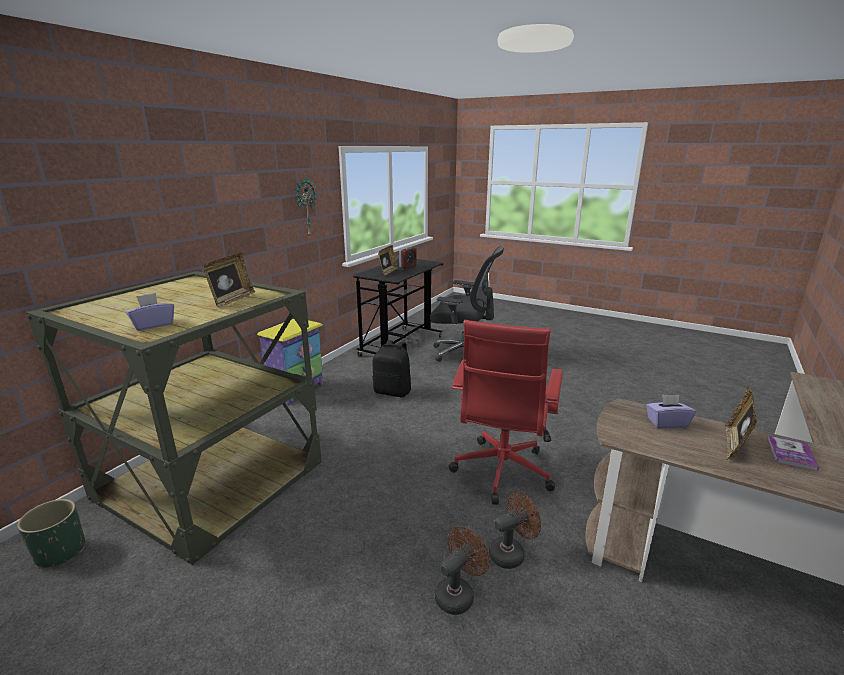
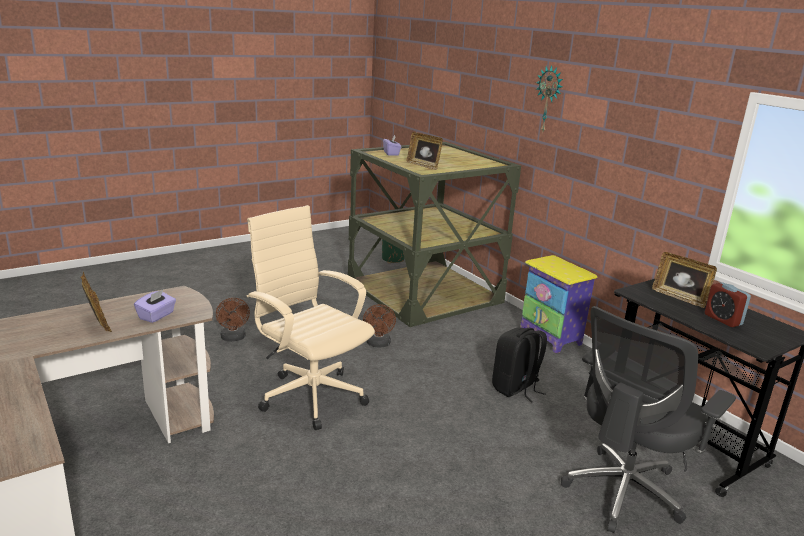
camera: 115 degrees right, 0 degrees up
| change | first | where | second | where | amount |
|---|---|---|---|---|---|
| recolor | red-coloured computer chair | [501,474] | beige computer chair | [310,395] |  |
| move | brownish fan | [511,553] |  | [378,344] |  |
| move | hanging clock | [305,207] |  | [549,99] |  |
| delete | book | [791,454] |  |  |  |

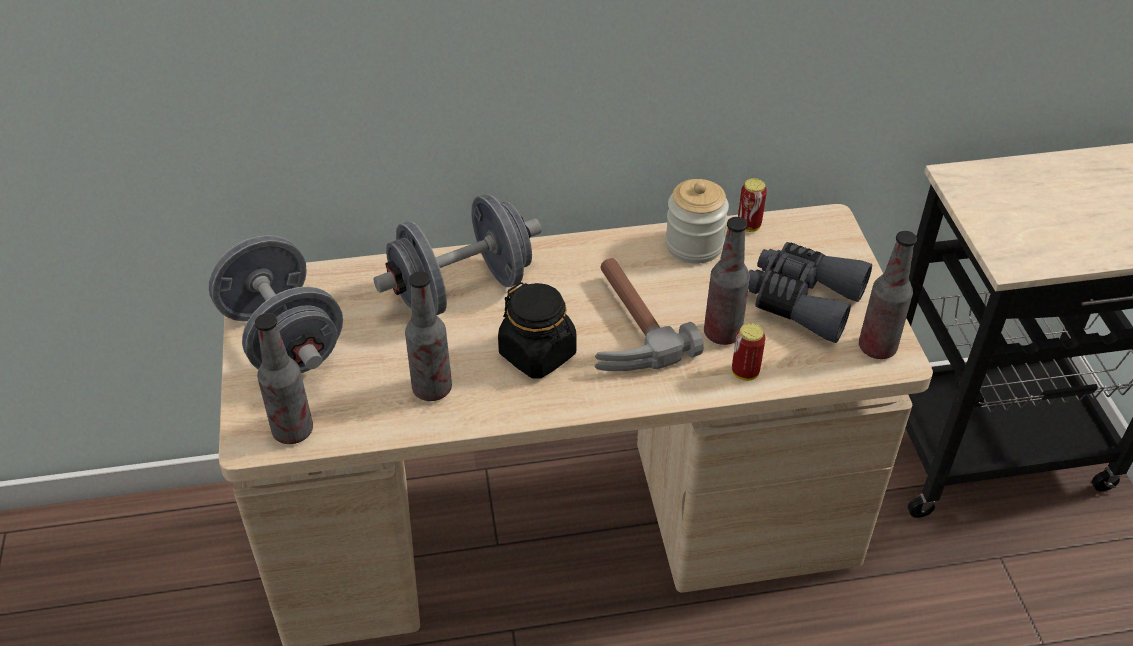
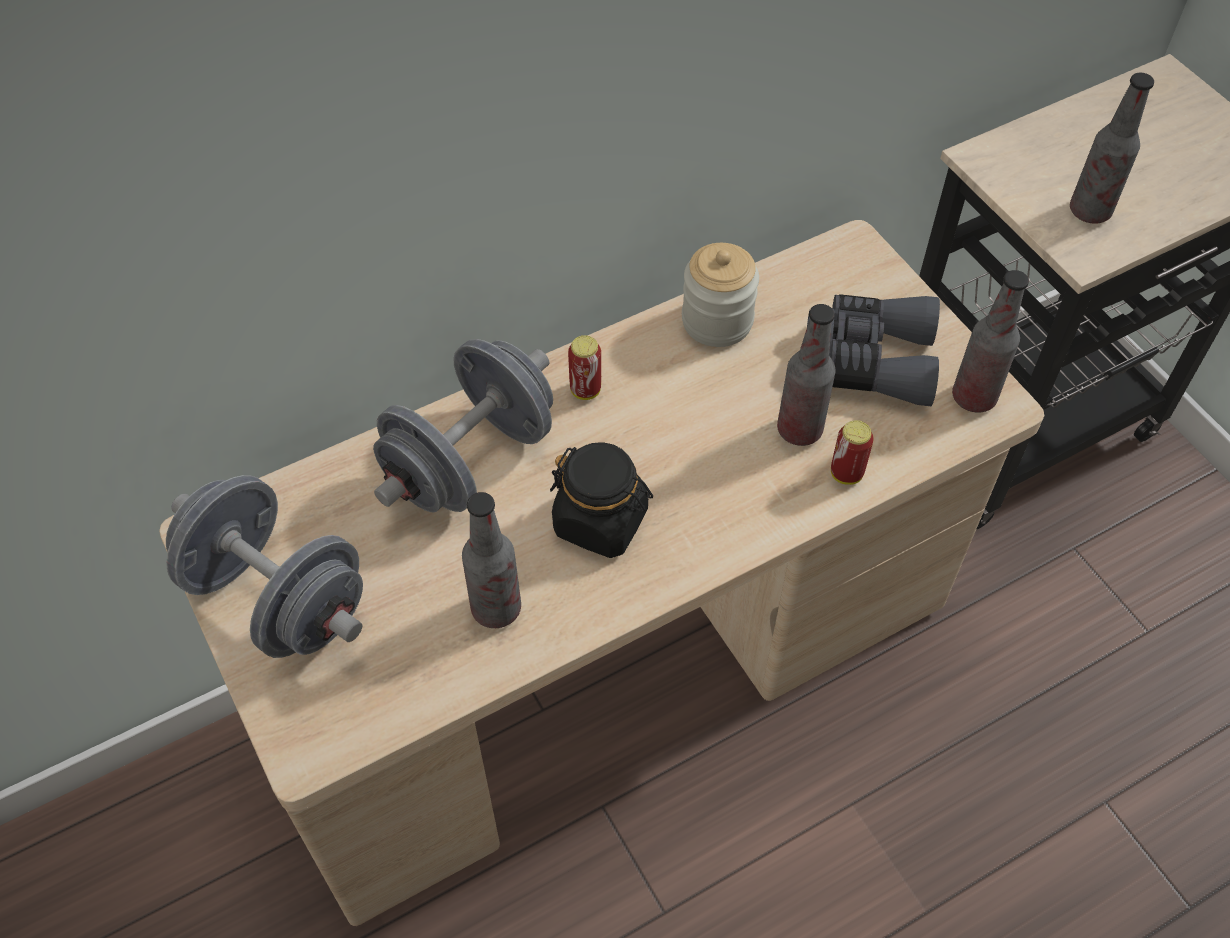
camera: 20 degrees left, 10 degrees up
| change | first | where | second | where | amount |
|---|---|---|---|---|---|
| move | sealed can | [749,226] |  | [585,390] |  |
| move | beverage bottle | [293,431] |  | [1089,211] |  |
| delete | hammer | [622,327] |  |  |  |

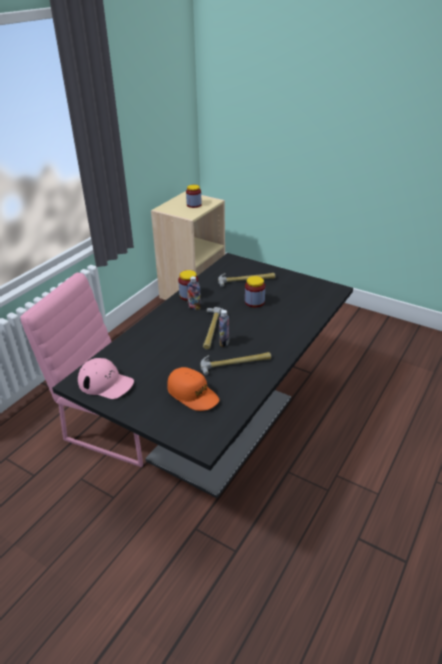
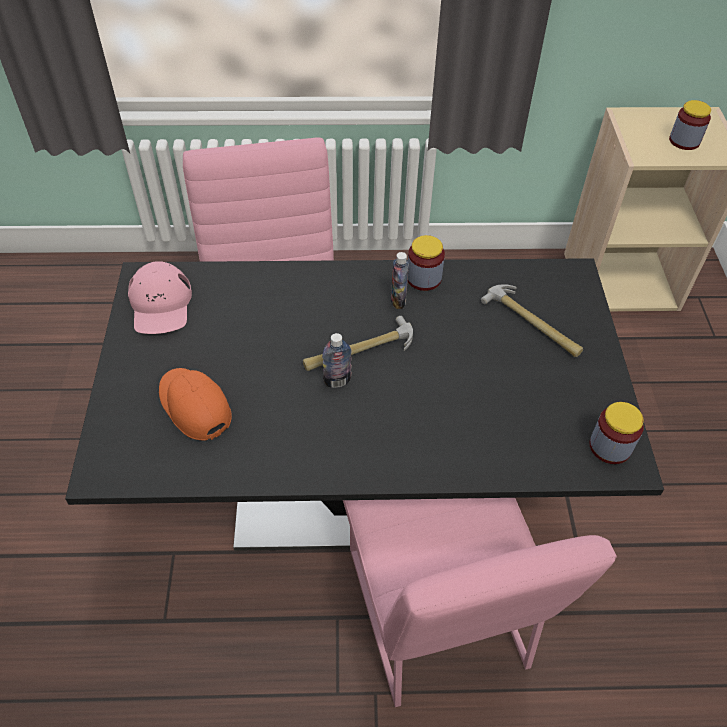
camera: 55 degrees right, 15 degrees up
| change | first | where | second | where | amount |
|---|---|---|---|---|---|
| rotate | orangey cap | [193,394] |  | [194,406] | 135 degrees clockwise |
| insert |  |  | pink-coloured chair | [436,612] |  |
| move | preserve jar | [254,302] |  | [610,446] |  |
| delete | hammer | [235,363] |  |  |  |

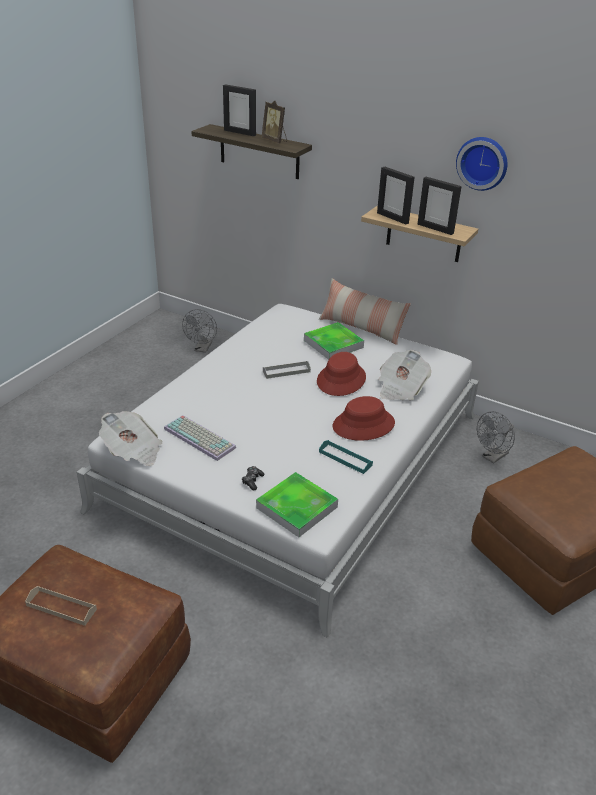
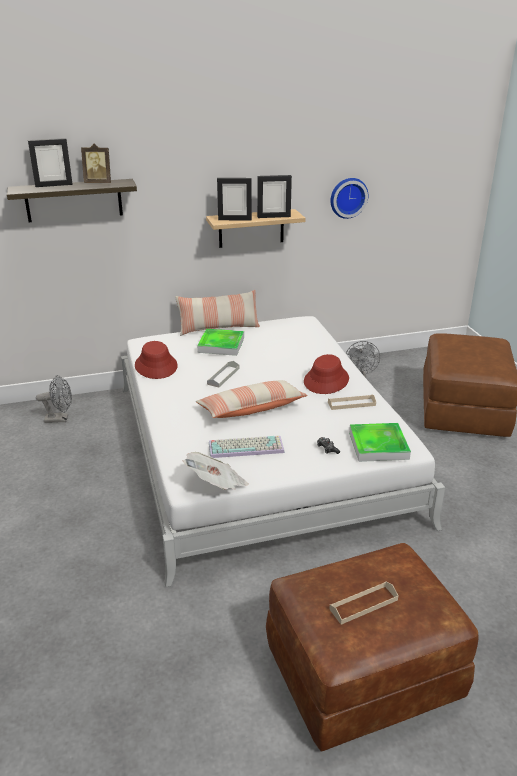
camera: 45 degrees left, 5 degrees down
| change | first | where | second | where | amount |
|---|---|---|---|---|---|
| rotate | greyish fan | [202,349] |  | [60,419] | 60 degrees counterclockwise |
| move | red-coloured wearable hat | [341,380] |  | [156,366] |  |
| insert |  |  | cushion | [251,408] |  |
| recolor | turquoise serving tray | [345,458] | beige serving tray | [351,404] |  |
| move | hanging clock | [483,162] |  | [348,197] |  |
| delete | newspaper | [400,388] |  |  |  |

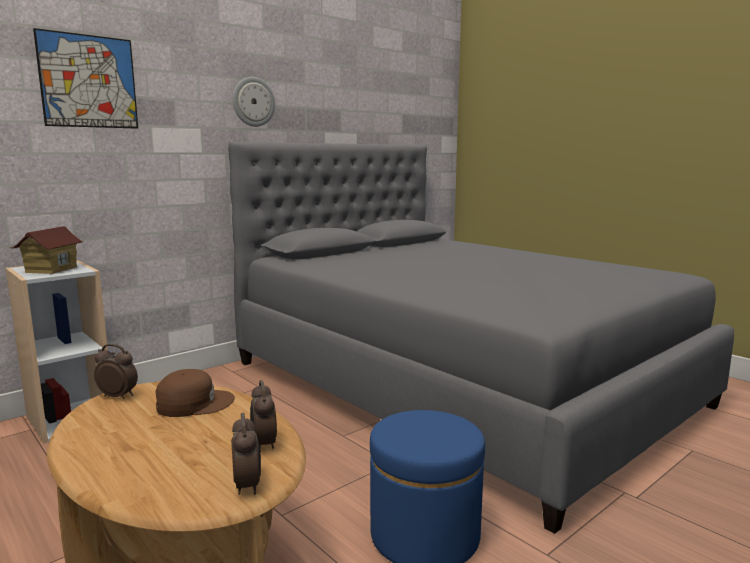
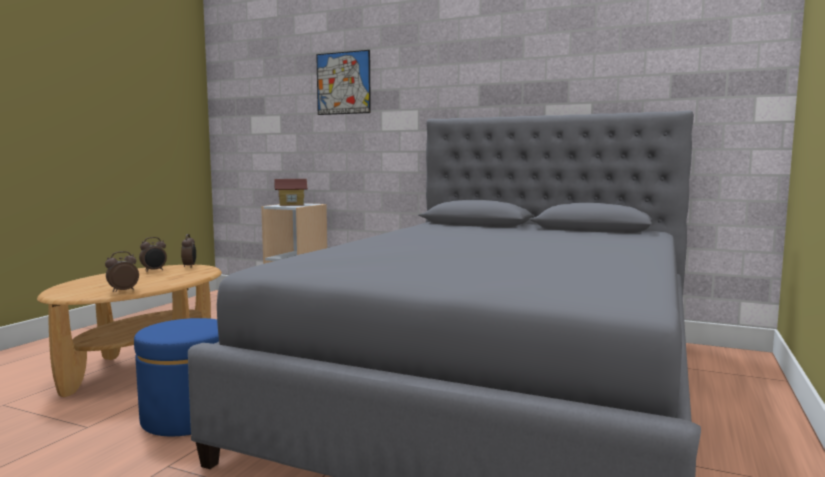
camera: 65 degrees right, 5 degrees down
| change | first | where | second | where | amount |
|---|---|---|---|---|---|
| move | alarm clock | [248,485] |  | [154,270] |  |
| delete | brownish cap | [194,403] |  |  |  |
| delete | hanging clock | [253,102] |  |  |  |

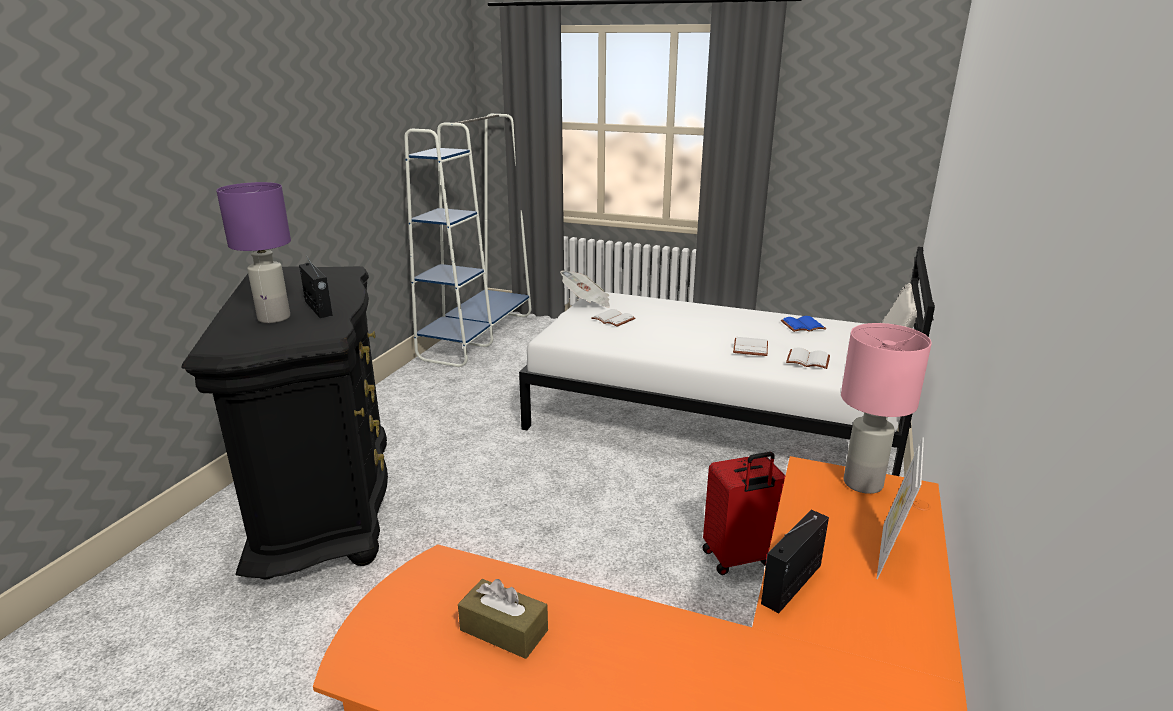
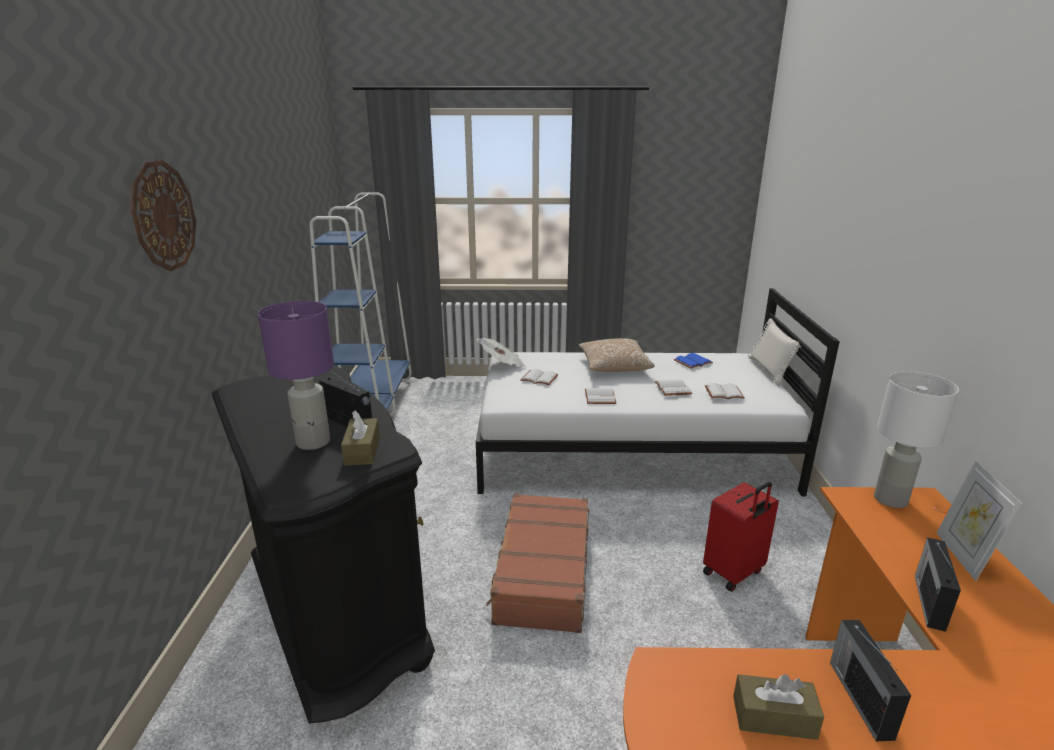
camera: 20 degrees left, 0 degrees up
| change | first | where | second | where | amount |
|---|---|---|---|---|---|
| insert |  |  | hanging clock | [163,216] |  |
| insert |  |  | brownish box of tissues | [362,451] |  |
| insert |  |  | brownish suitcase | [542,572] |  |
| insert |  |  | cushion | [614,367] |  |
| insert |  |  | white book | [599,397] |  |
| insert |  |  | radio set | [859,697] |  |
| recolor | pink-coloured lamp for a table | [861,483] | white lamp for a table | [889,499] |  |

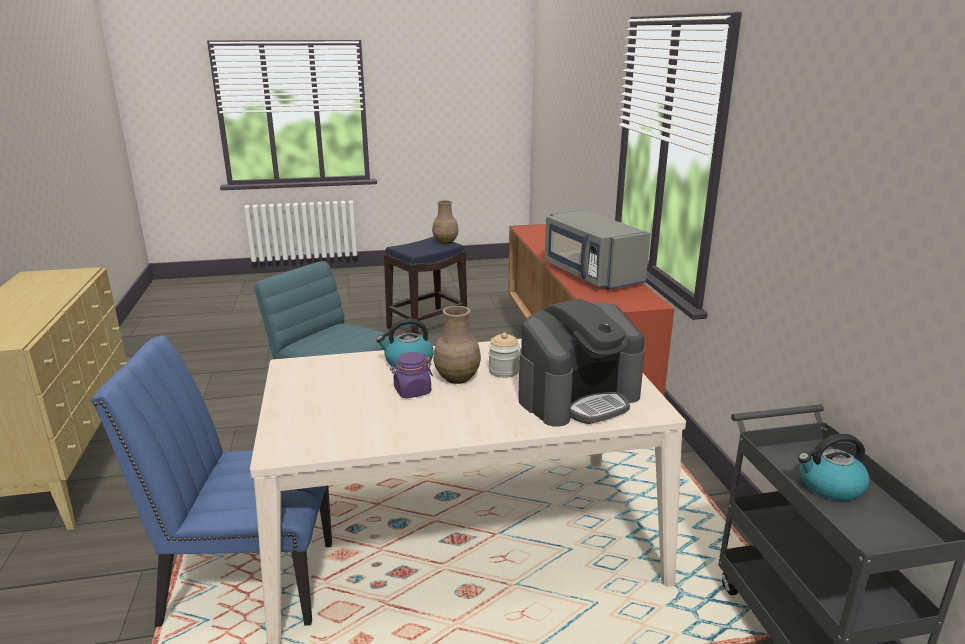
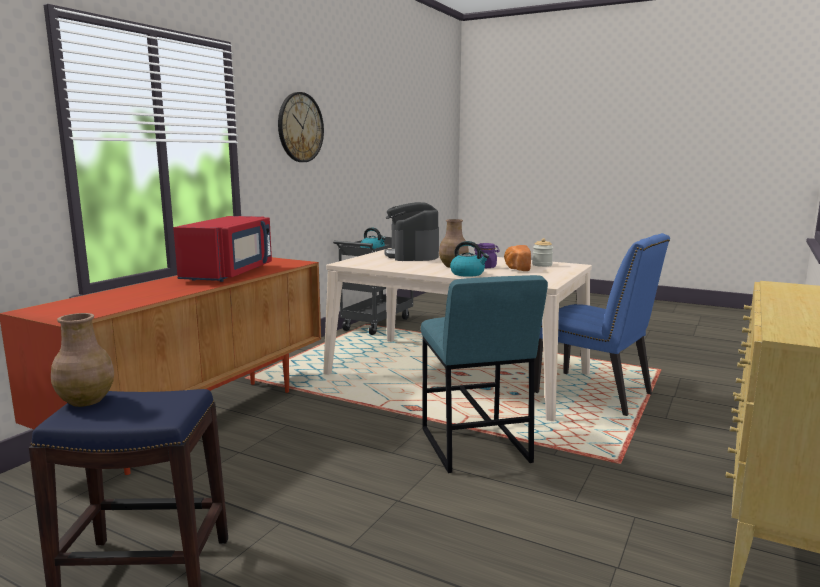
camera: 140 degrees left, 10 degrees down
| change | first | where | second | where | amount |
|---|---|---|---|---|---|
| recolor | greyish microwave oven | [590,274] | red-coloured microwave oven | [230,273] |  |
| insert |  |  | hanging clock | [300,127] |  |
| rotate | coffee maker | [578,397] |  | [412,255] | 105 degrees counterclockwise |
| insert |  |  | bread | [516,268] |  |
| move | preserve jar | [503,371] |  | [542,265] |  |

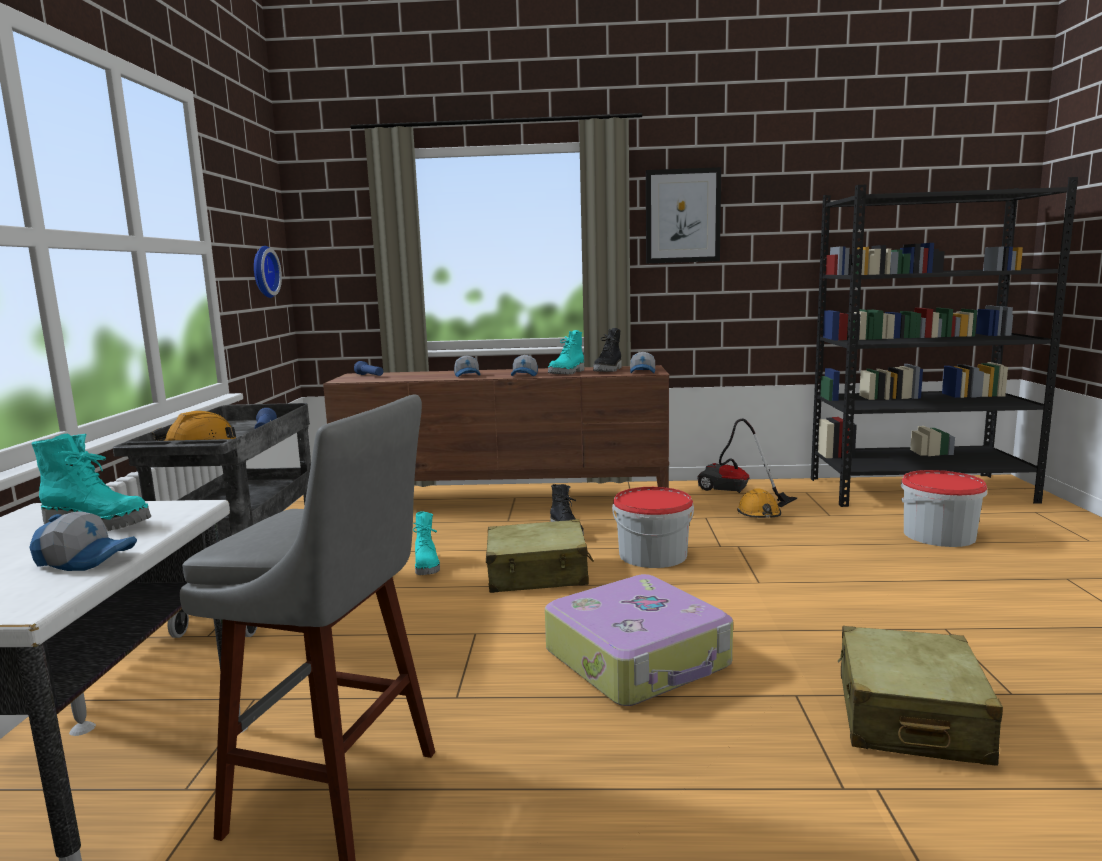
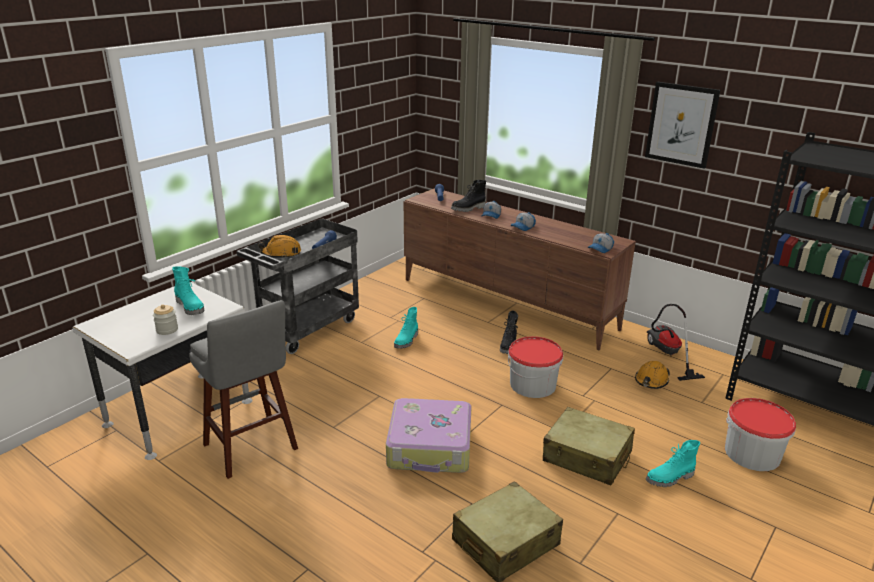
camera: 35 degrees right, 15 degrees up
| change | first | where | second | where | amount |
|---|---|---|---|---|---|
| replace | cap | [87,560] | preserve jar | [167,330] |  |
| move | black high-top boot | [609,370] |  | [468,209] |  |
| move | beige suitcase | [538,574] |  | [587,457] |  |
| move | turquoise high-top boot | [567,373] |  | [670,478] |  |
| delete | hanging clock | [263,272] |  |  |  |

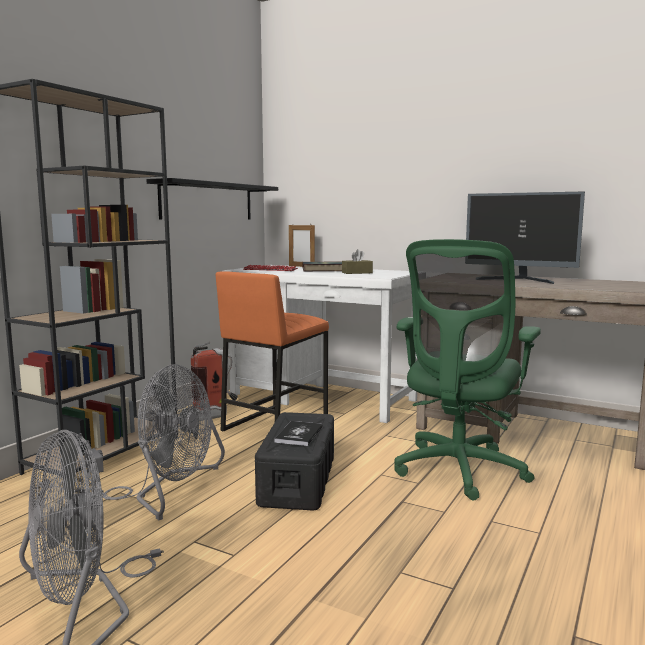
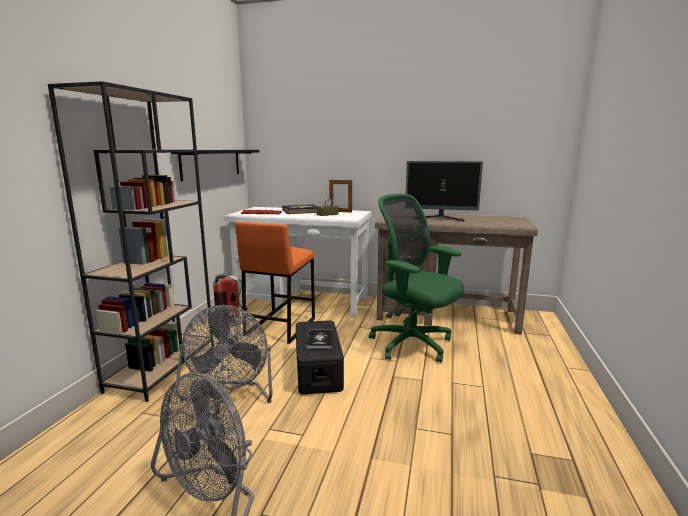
camera: 15 degrees left, 5 degrees up
| change | first | where | second | where | amount |
|---|---|---|---|---|---|
| rotate | greyish fan | [167,490] |  | [228,391] | 90 degrees clockwise |
| move | picture frame | [301,266] |  | [340,211] |  |
| rotate | green computer chair | [460,466] |  | [416,345] | 120 degrees clockwise |

